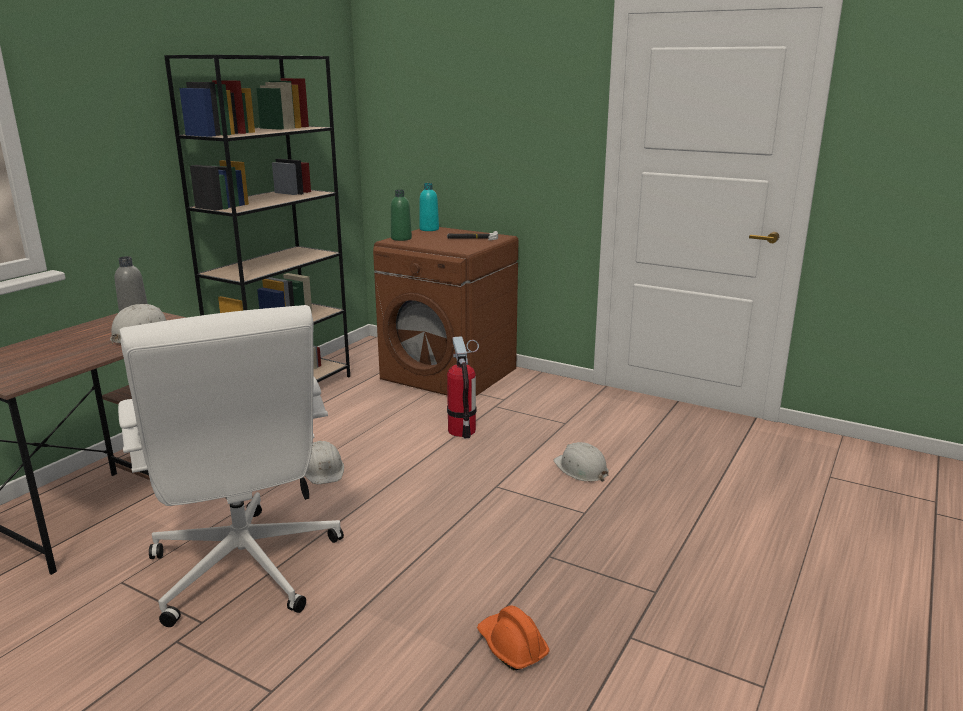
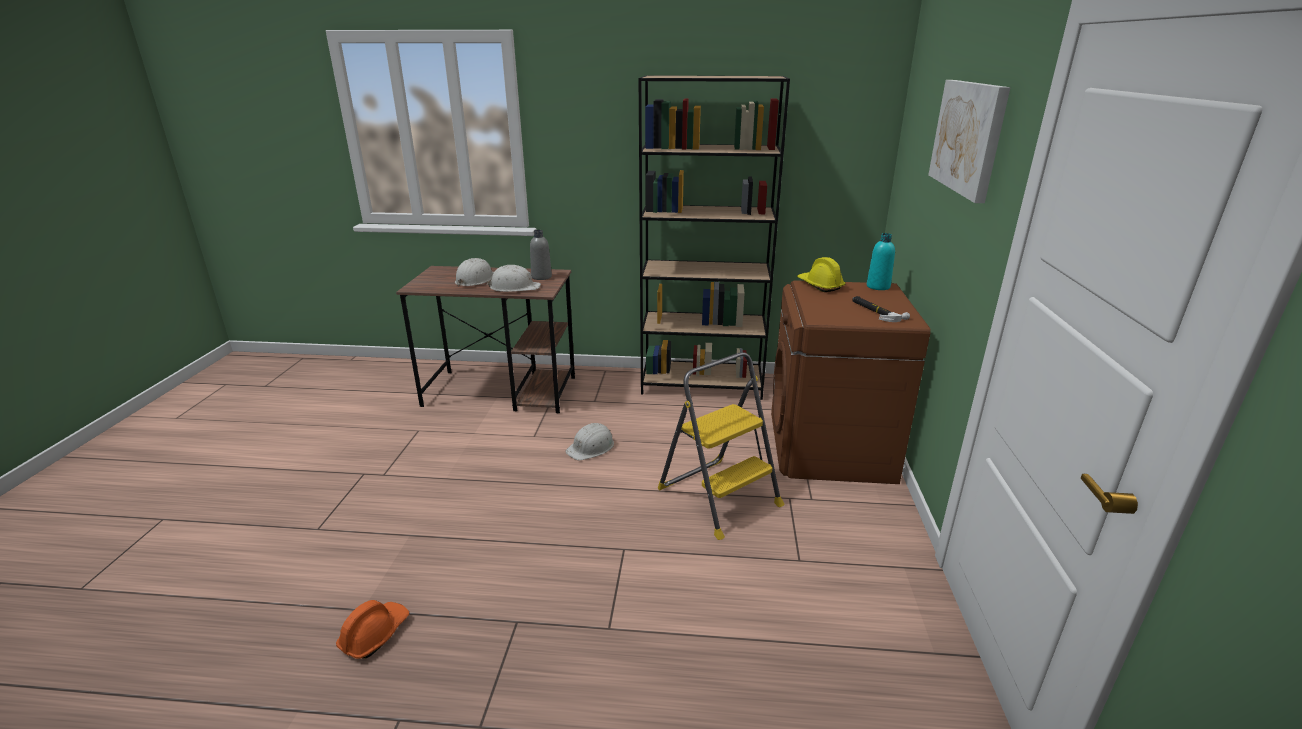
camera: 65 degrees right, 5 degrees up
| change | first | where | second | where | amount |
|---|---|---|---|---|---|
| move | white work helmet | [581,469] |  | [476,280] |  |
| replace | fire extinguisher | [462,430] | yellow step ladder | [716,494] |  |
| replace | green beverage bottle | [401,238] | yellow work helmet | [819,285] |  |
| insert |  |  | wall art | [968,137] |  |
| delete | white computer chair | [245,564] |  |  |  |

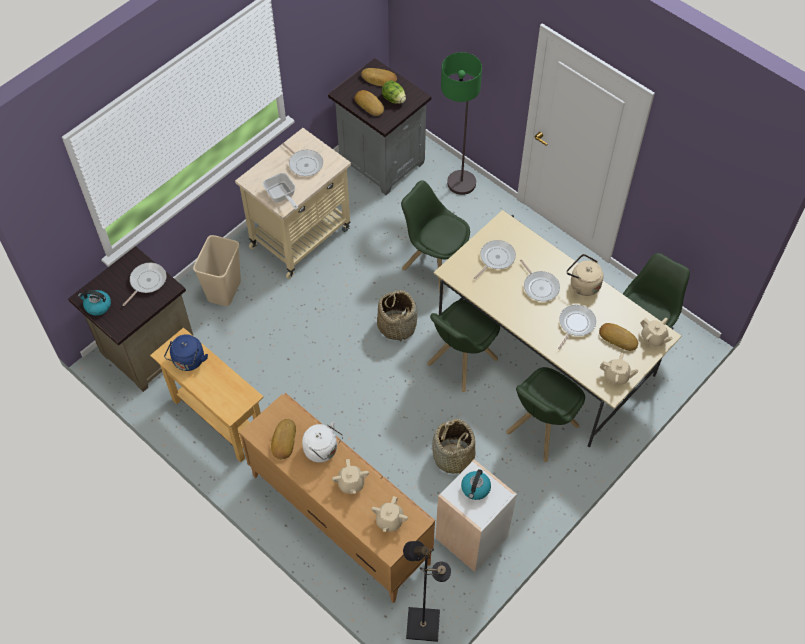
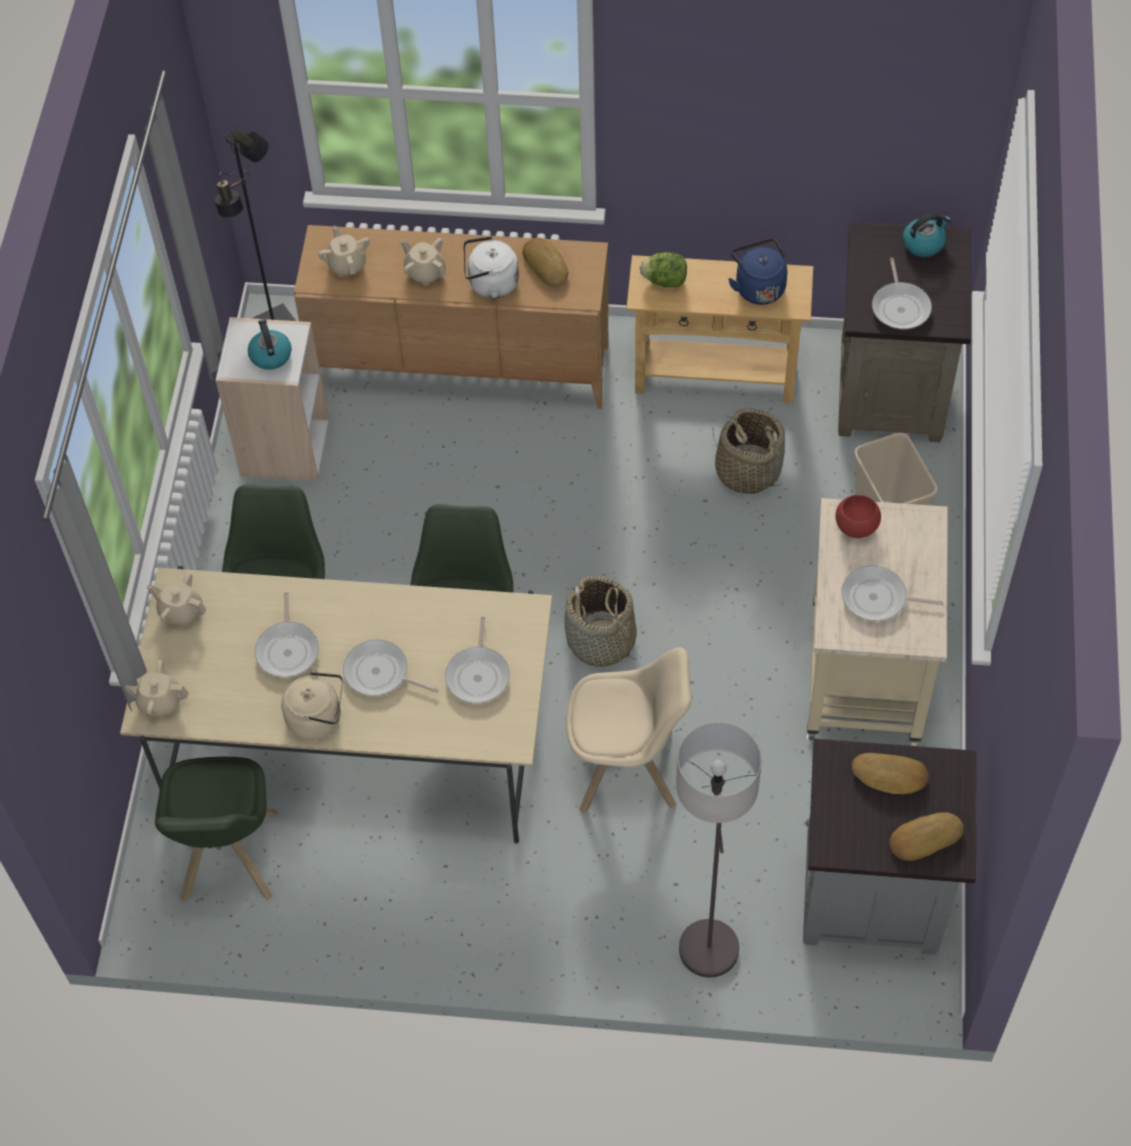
camera: 145 degrees right, 0 degrees up
| change | first | where | second | where | amount |
|---|---|---|---|---|---|
| rotate | beige tea pot | [616,376] |  | [181,611] | 45 degrees clockwise |
| recolor | green chair | [434,265] | beige chair | [627,770] |  |
| move | head of lettuce | [394,99] |  | [665,281] |  |
| recolor | green standard lamp | [456,189] | greyish standard lamp | [707,932] |  |
| move | basket | [453,457] |  | [747,470] |  |
| replace | frying pan | [281,196] | red-coloured serving bowl | [855,526] |  |
| delete | bread | [618,338] |  |  |  |

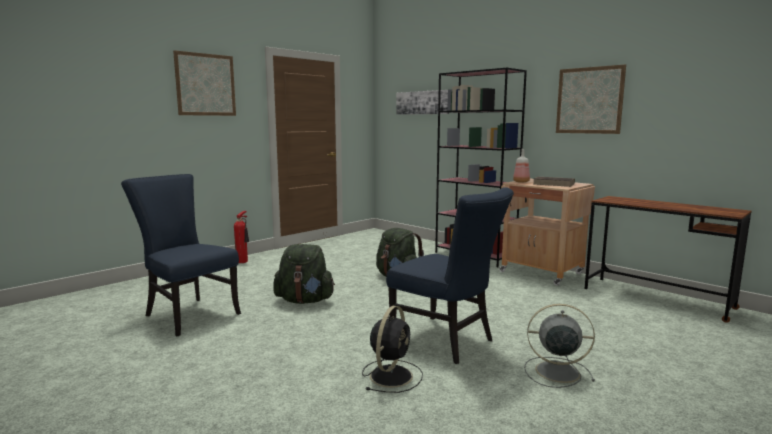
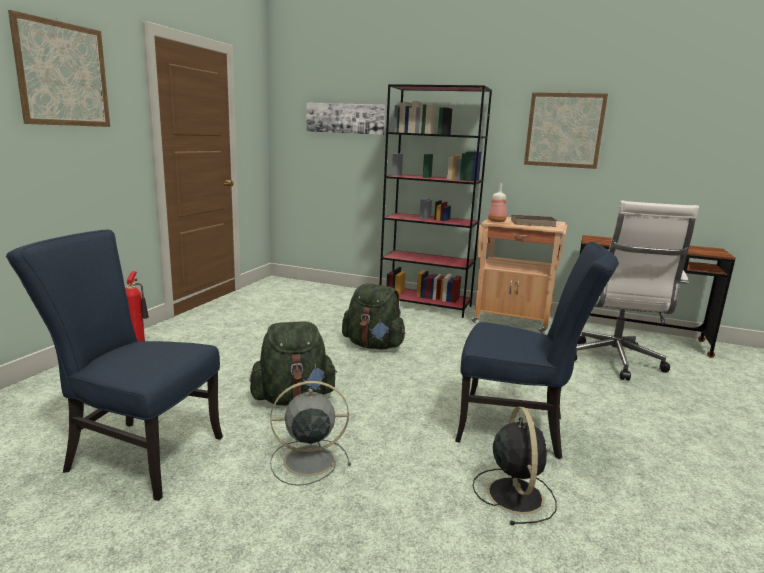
camera: 25 degrees left, 5 degrees up
| change | first | where | second | where | amount |
|---|---|---|---|---|---|
| move | greyish fan | [555,371] |  | [307,460] |  |
| insert |  |  | white computer chair | [615,362] |  |

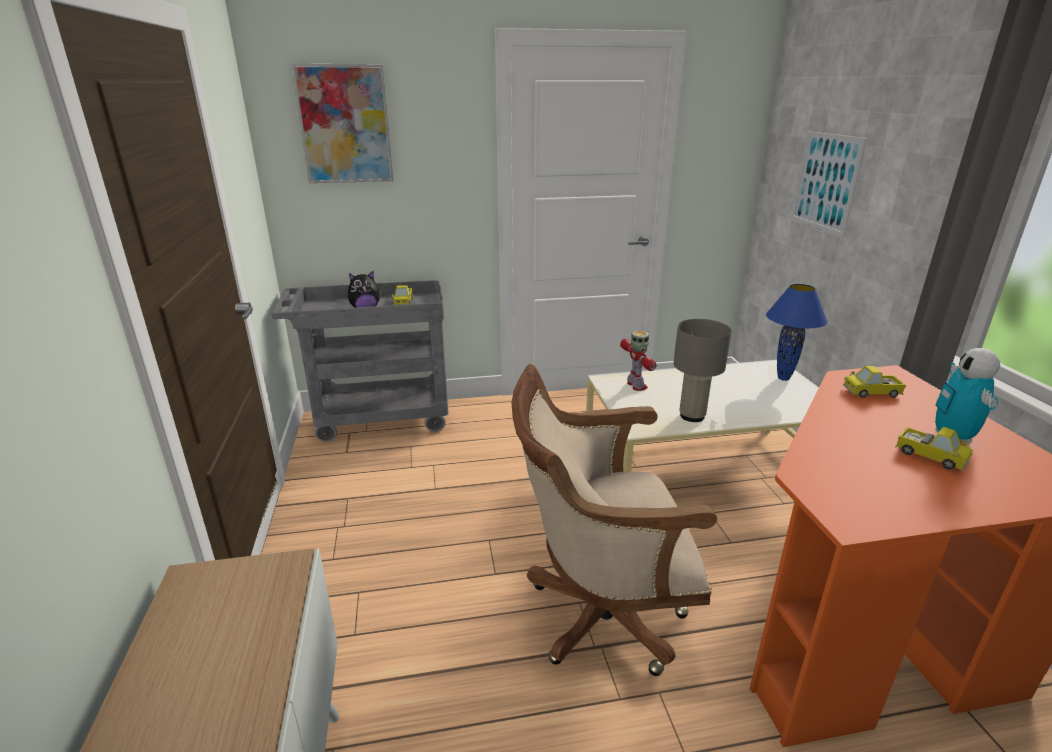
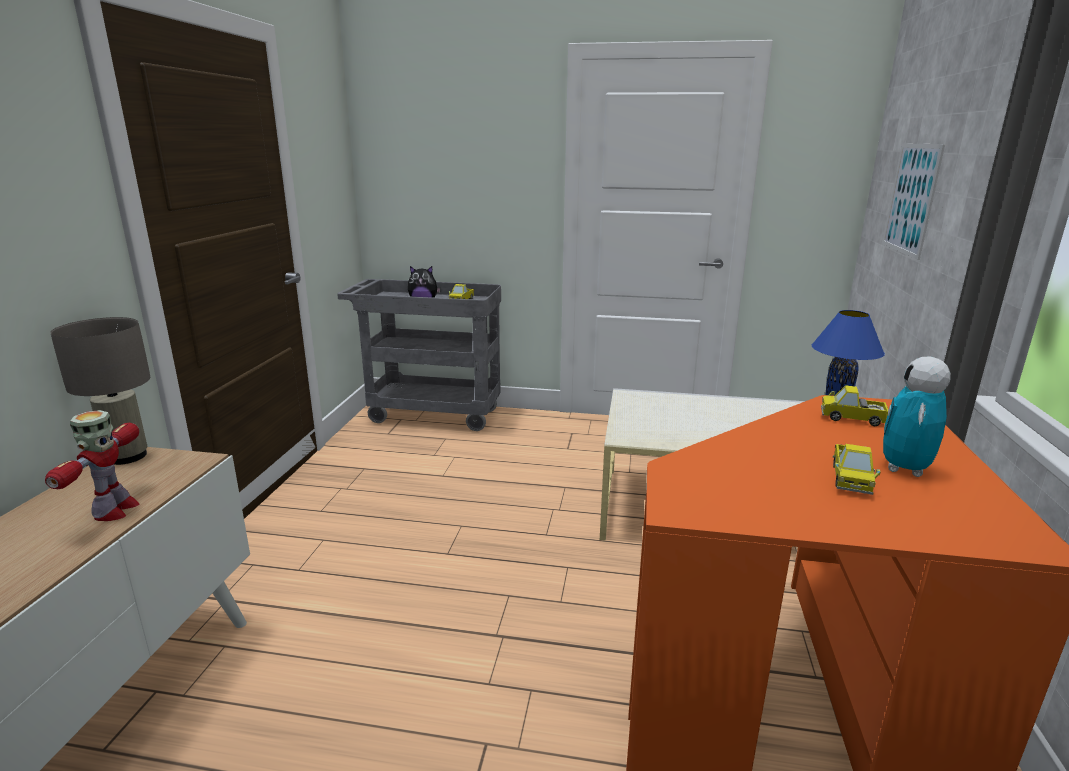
camera: 20 degrees right, 5 degrees down
| change | first | where | second | where | amount |
|---|---|---|---|---|---|
| move | robot figure | [636,386] |  | [114,510] |  |
| move | greyish lamp for a table | [692,416] |  | [128,456] |  |
| rotate | model truck | [930,457] |  | [850,479] | 45 degrees clockwise |
| delete | wall art | [345,125] |  |  |  |
| delete | computer chair | [598,617] |  |  |  |

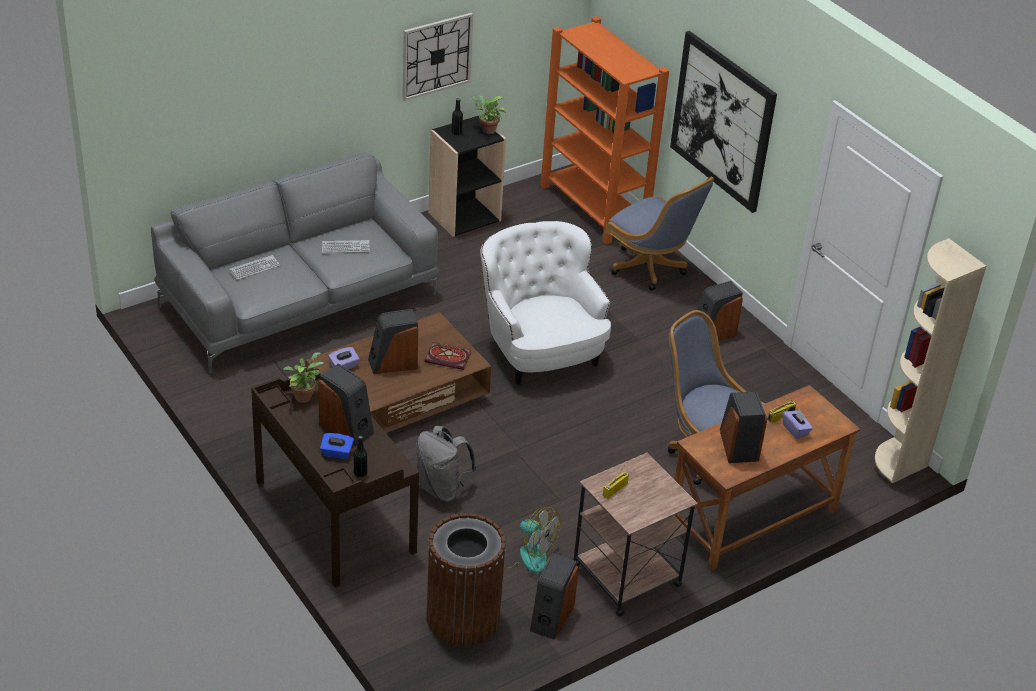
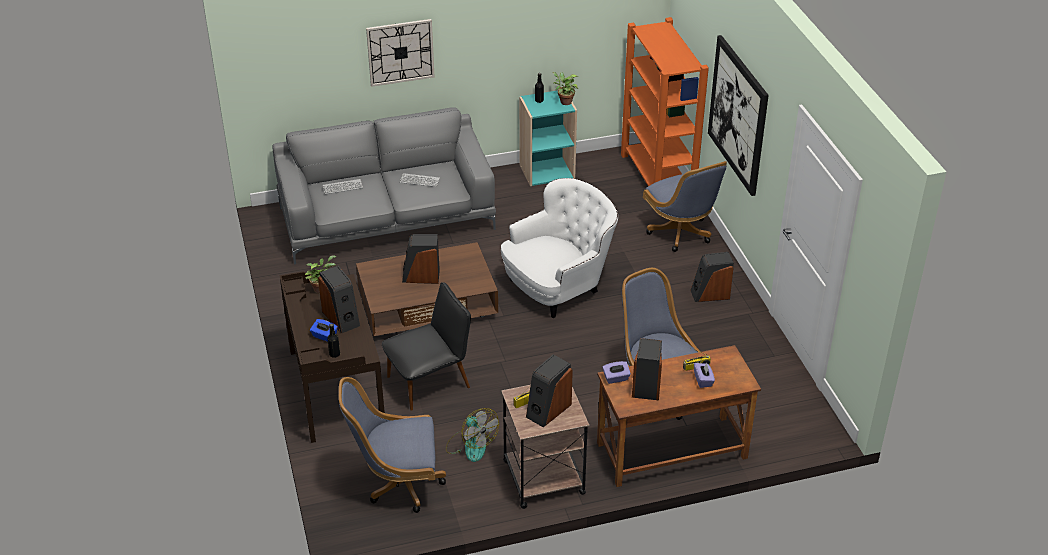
camera: 20 degrees right, 0 degrees up
| change | first | where | second | where | amount |
|---|---|---|---|---|---|
| replace | brownish waste bin | [462,618] | blue-coloured computer chair | [397,485] |  |
| move | hanging clock | [436,56] |  | [400,52] |  |
| replace | greyish rucksack | [441,488] | black chair | [428,382] |  |
| rotate | white armchair | [540,350] |  | [558,286] | 60 degrees clockwise |
| recolor | black bookshelf | [464,216] | turquoise bookshelf | [547,171] |  |
| move | speaker | [551,617] |  | [548,410] |  |
| move | purple-coloured box of tissues | [344,366] |  | [616,378] |  |
| delete | book | [449,357] |  |  |  |
| delete | beige bookshelf | [895,466] |  |  |  |

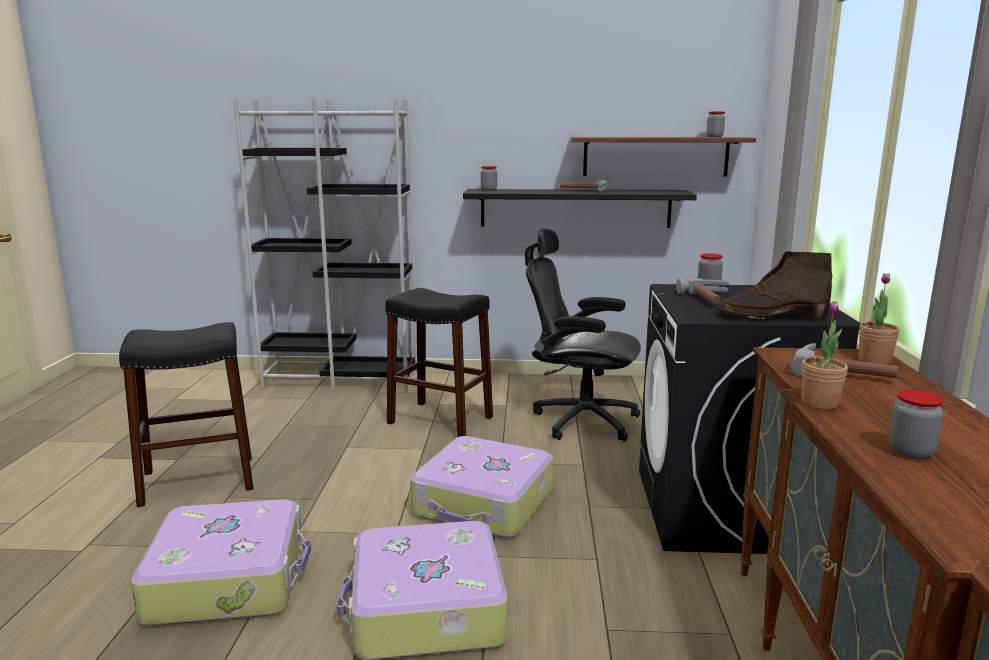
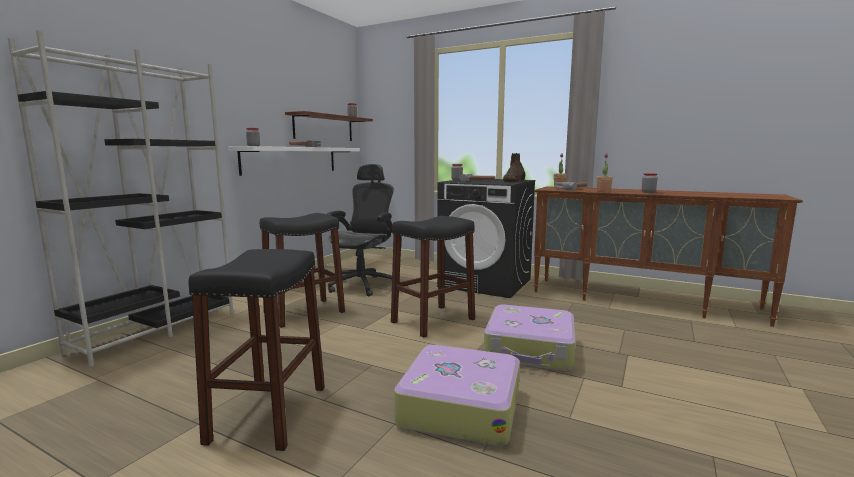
camera: 65 degrees left, 5 degrees down
| change | first | where | second | where | amount |
|---|---|---|---|---|---|
| recolor | black bracket shelf | [575,208] | white bracket shelf | [291,160] |  |
| rotate | computer chair | [580,421] |  | [363,284] | 150 degrees clockwise |
| replace | suitcase | [484,503] | black stool seat | [433,320] |  |

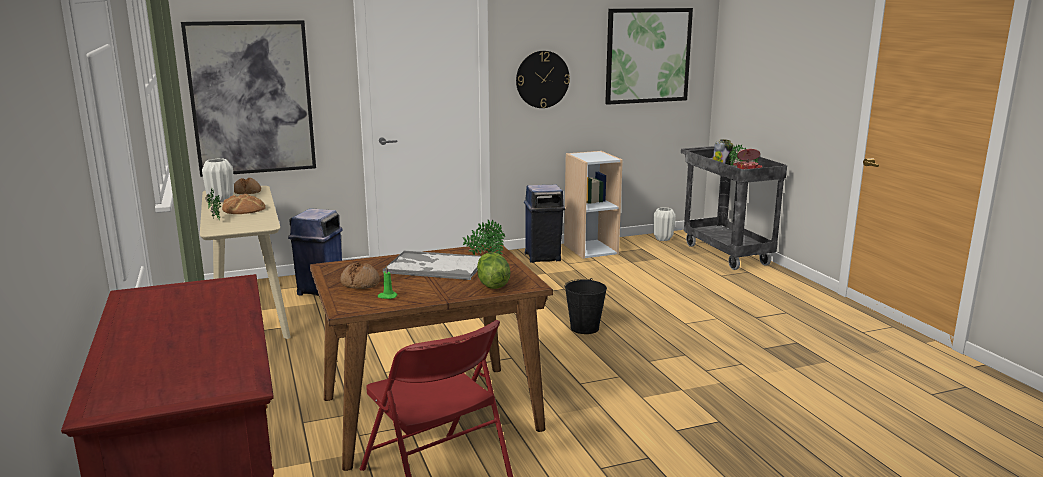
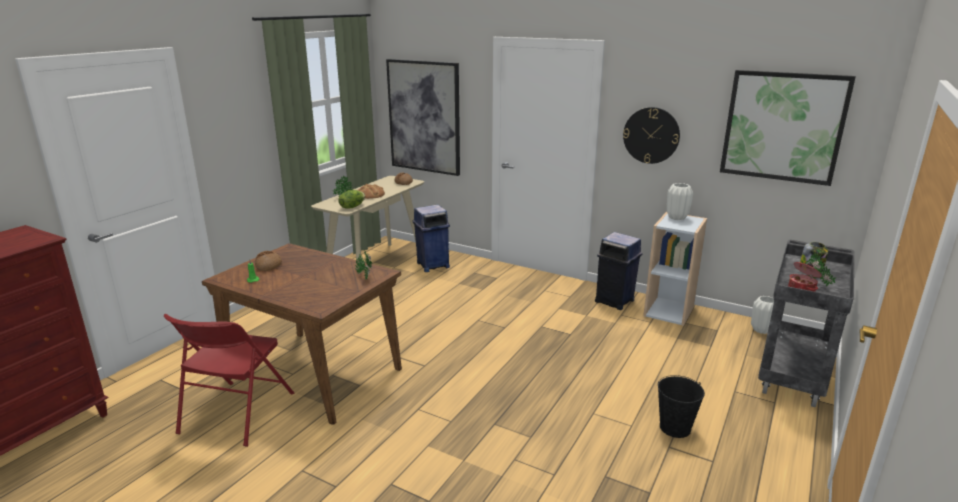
camera: 50 degrees right, 5 degrees up
| change | first | where | second | where | amount |
|---|---|---|---|---|---|
| move | head of lettuce | [492,284] |  | [352,207] |  |
| move | black bucket | [585,328] |  | [675,428] |  |
| move | white vase | [220,200] |  | [676,218] |  |
| delete | serving tray | [434,267] |  |  |  |

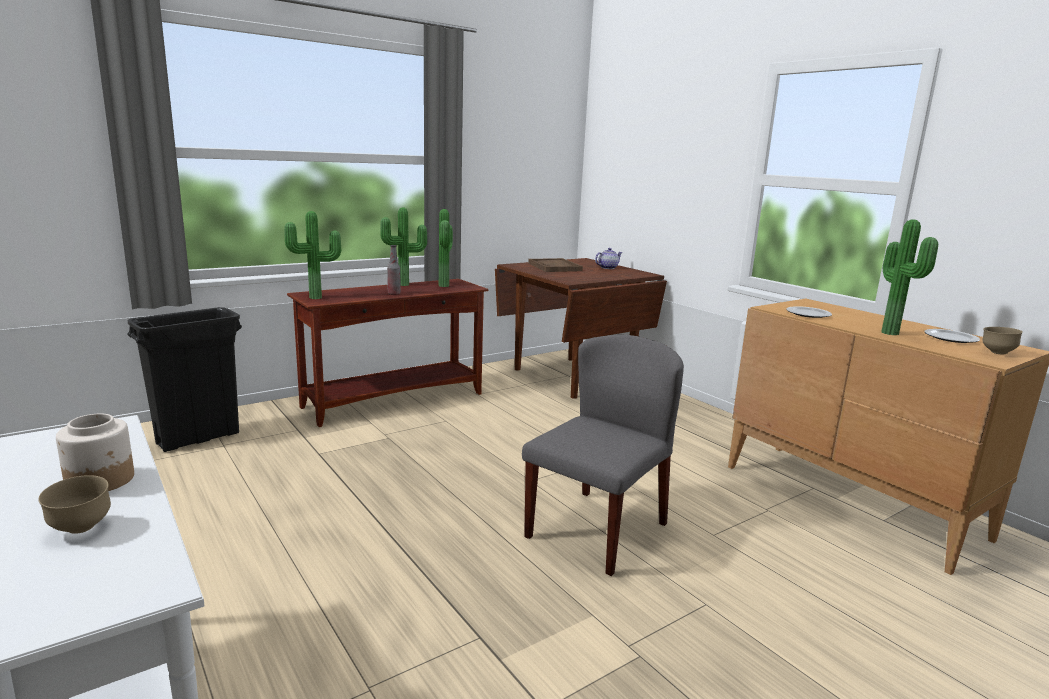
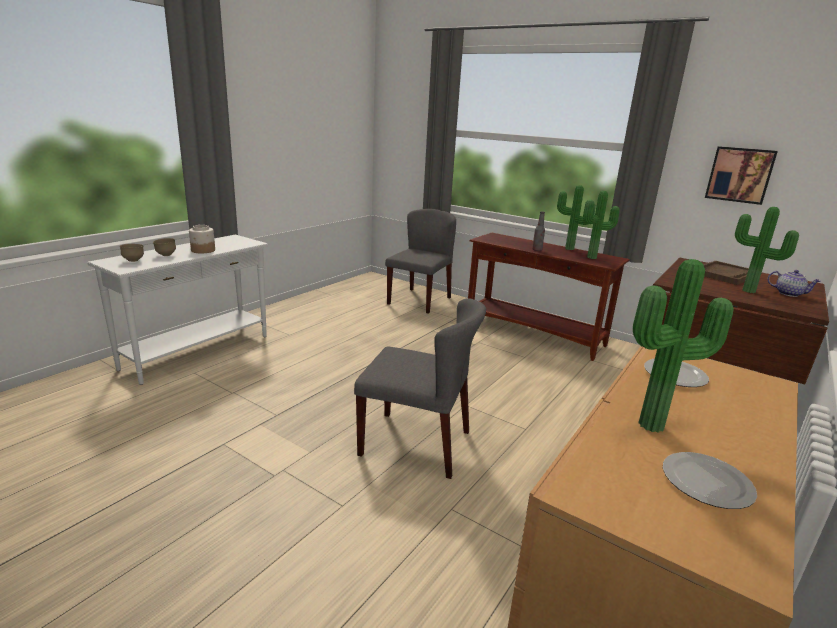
camera: 70 degrees right, 5 degrees up
| change | first | where | second | where | amount |
|---|---|---|---|---|---|
| move | brownish serving bowl | [997,353] |  | [133,261] |  |
| replace | black waste bin | [199,438] | greyish chair | [419,300] |  |
| insert |  |  | wall art | [740,175] |  |
| move | potted plant | [316,298] |  | [748,291] |  |

